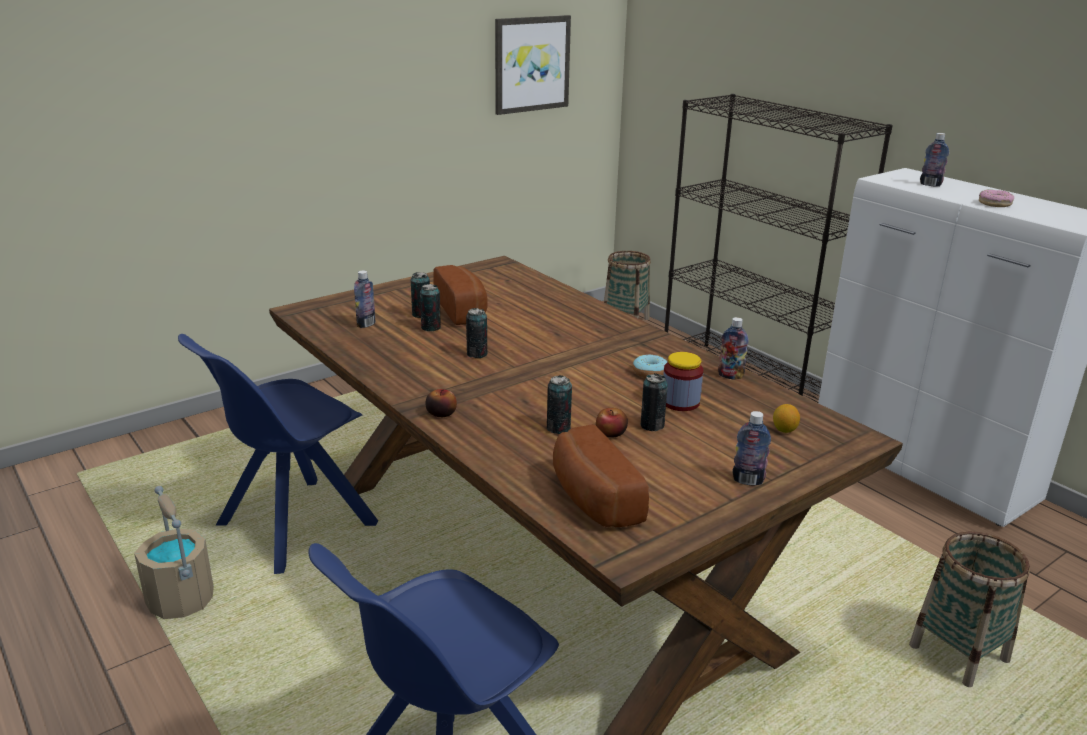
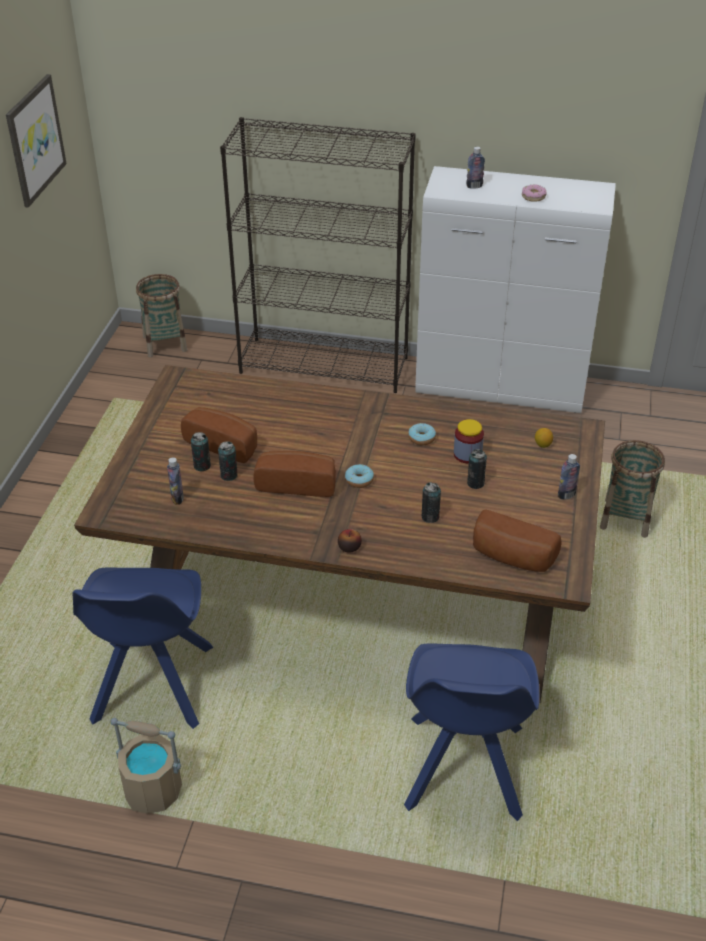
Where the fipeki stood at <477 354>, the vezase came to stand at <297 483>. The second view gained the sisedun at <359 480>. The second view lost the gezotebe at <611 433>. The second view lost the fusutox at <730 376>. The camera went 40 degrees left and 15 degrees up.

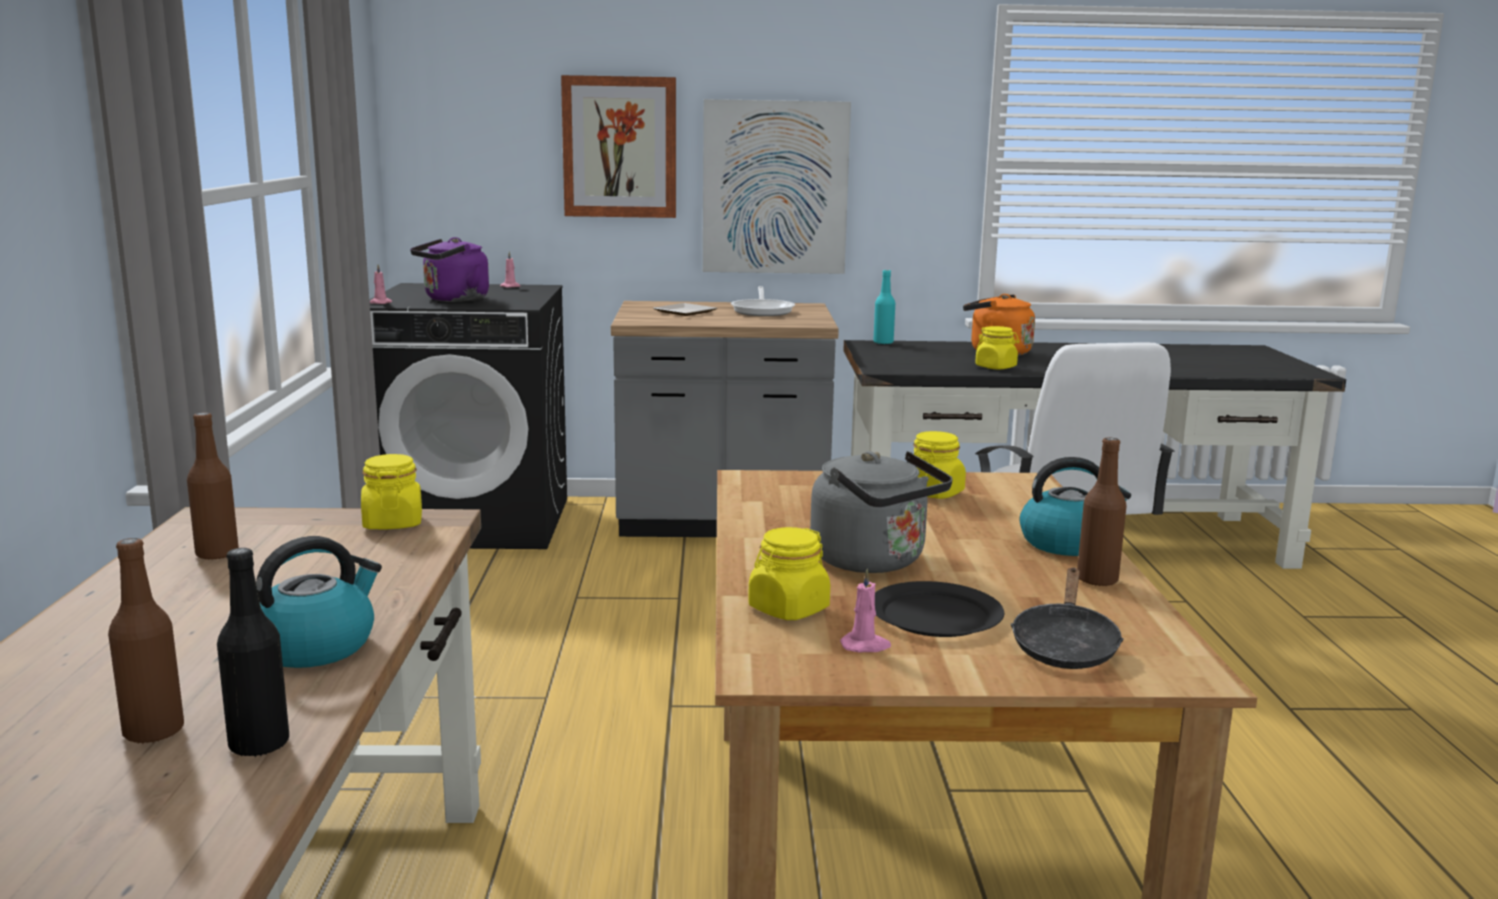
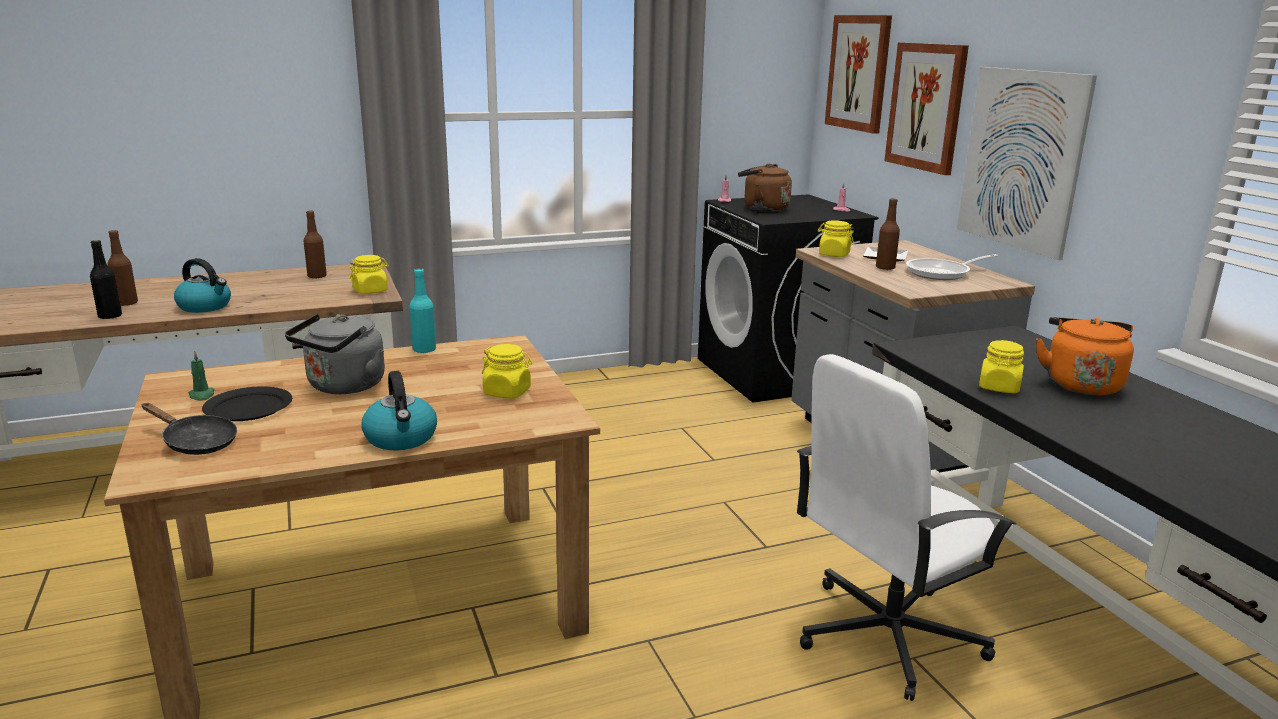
The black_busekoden at <1064 646> ended up facing another way, 150 degrees counterclockwise from before. What was the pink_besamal at <865 646> turned into the green_besamal at <202 395>. The turquoise_fusutox ended up elsewhere, having gone from <883 342> to <424 350>. What was the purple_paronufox at <453 300> turned into the brown_paronufox at <762 208>. The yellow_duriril ended up elsewhere, having gone from <788 609> to <834 254>. The second view gained the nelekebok at <858 73>. The brown_fusutox ended up elsewhere, having gone from <1097 580> to <885 268>. The camera went 70 degrees right and 5 degrees up.

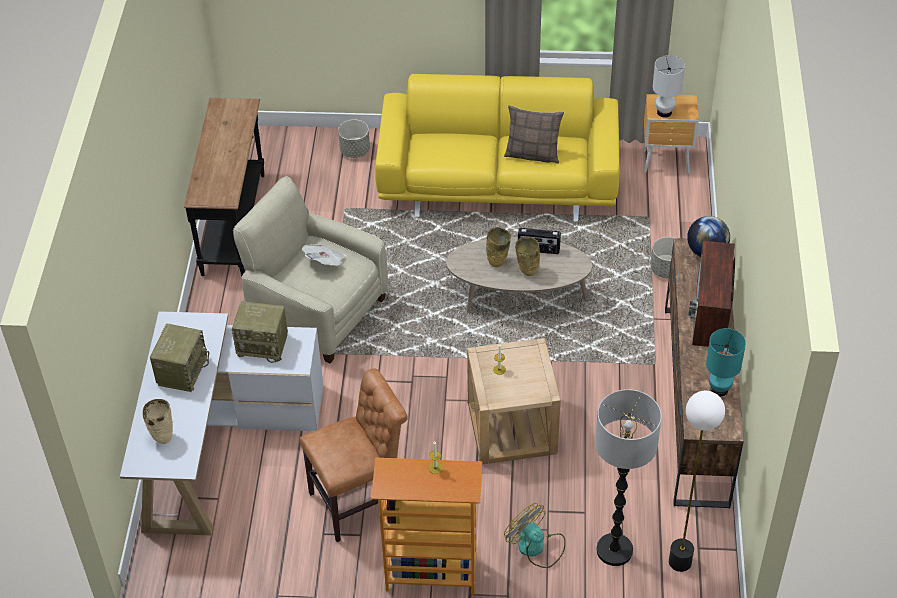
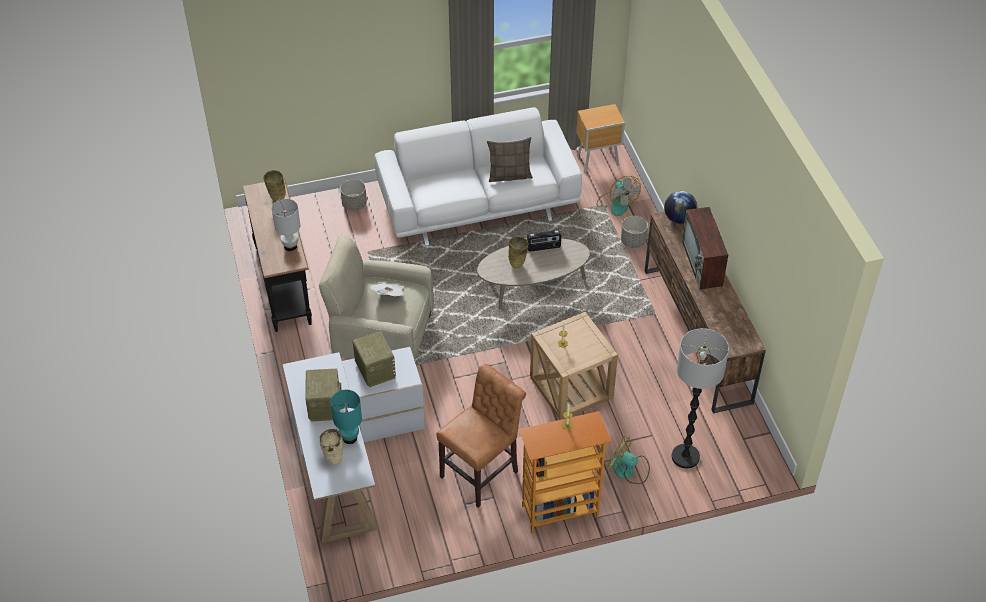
The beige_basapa ended up elsewhere, having gone from <527 272> to <277 199>. The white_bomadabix ended up elsewhere, having gone from <664 112> to <290 246>. The turquoise_bomadabix ended up elsewhere, having gone from <719 389> to <349 438>. The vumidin at <263 345> ended up facing another way, 105 degrees counterclockwise from before. What was the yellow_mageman at <499 181> turned into the white_mageman at <478 203>. The second view gained the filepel at <616 203>. The second view lost the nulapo at <680 561>. The camera went 20 degrees left and 0 degrees up.

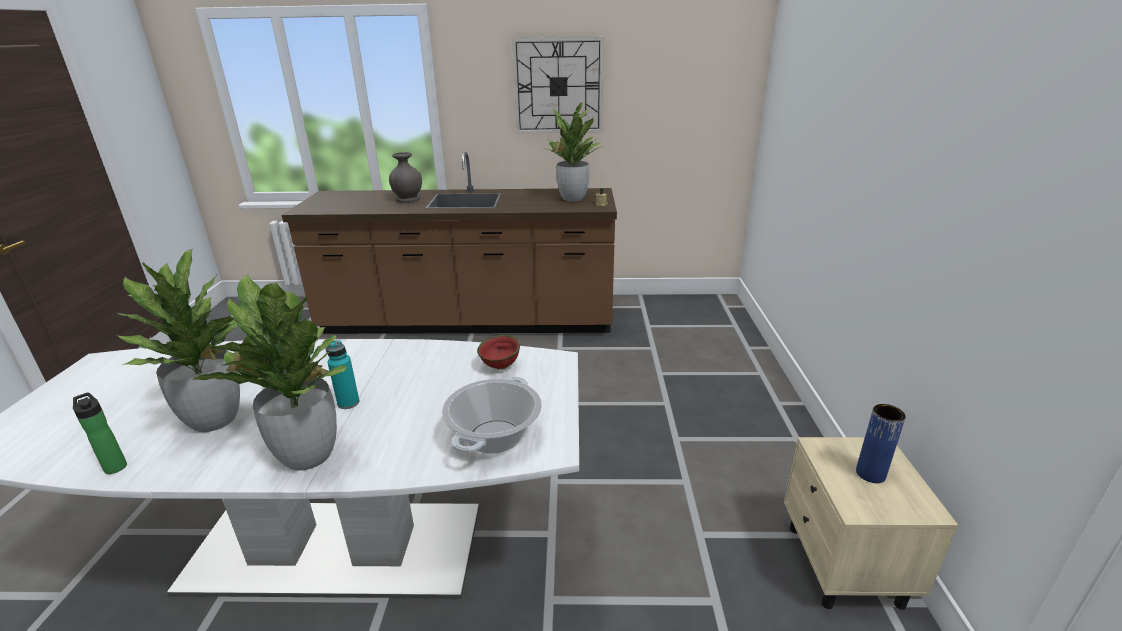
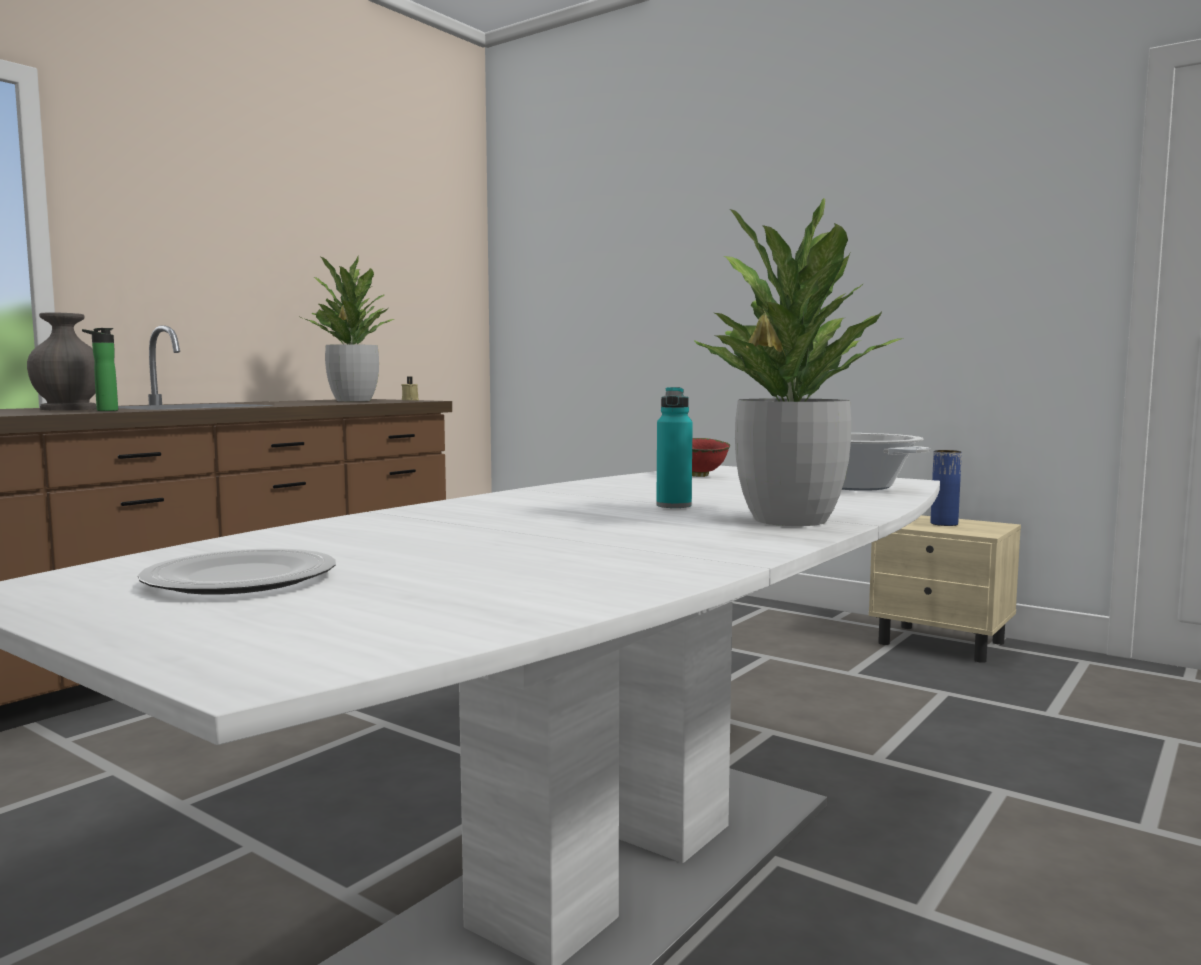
The fusutox ended up elsewhere, having gone from <115 466> to <104 410>. The second view gained the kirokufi at <242 579>. The second view lost the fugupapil at <214 419>. The second view lost the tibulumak at <558 86>. The camera went 55 degrees left and 20 degrees down.

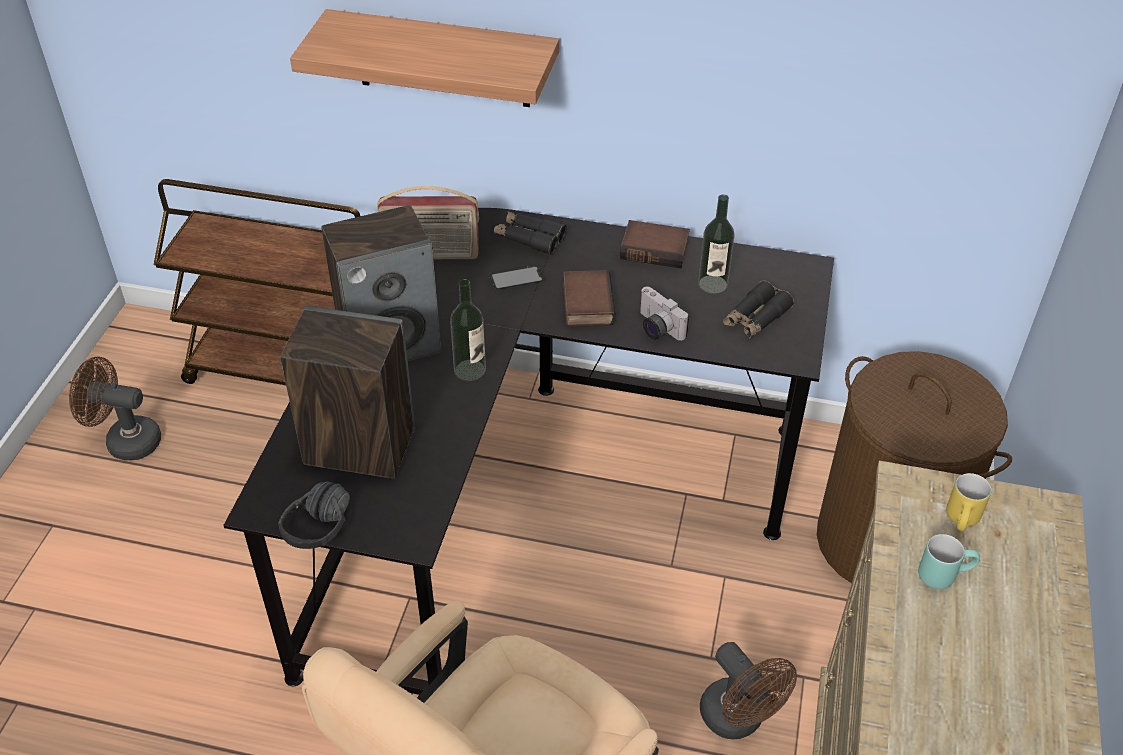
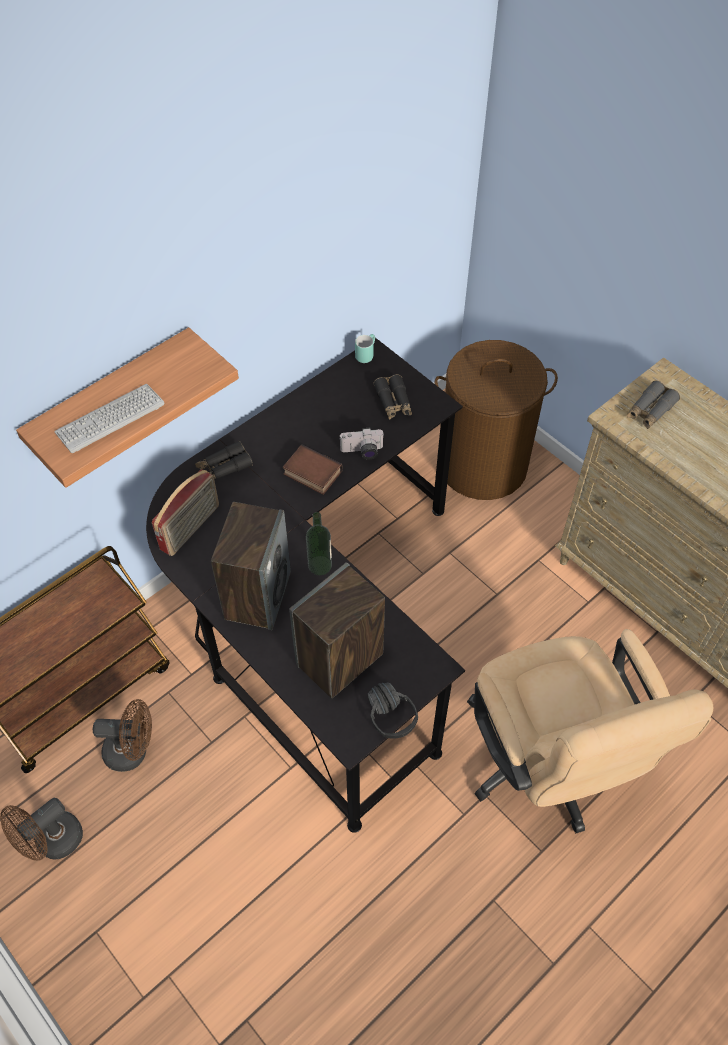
The second view gained the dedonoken at <110 419>. The brown_filepel ended up elsewhere, having gone from <738 720> to <133 751>. The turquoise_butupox ended up elsewhere, having gone from <943 573> to <365 354>. Where the yellow_butupox stood at <963 521>, the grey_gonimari came to stand at <650 410>. The second view lost the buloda at <516 278>. The second view lost the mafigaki at <655 249>. The second view lost the fusutox at <712 284>. The camera went 55 degrees left and 10 degrees up.

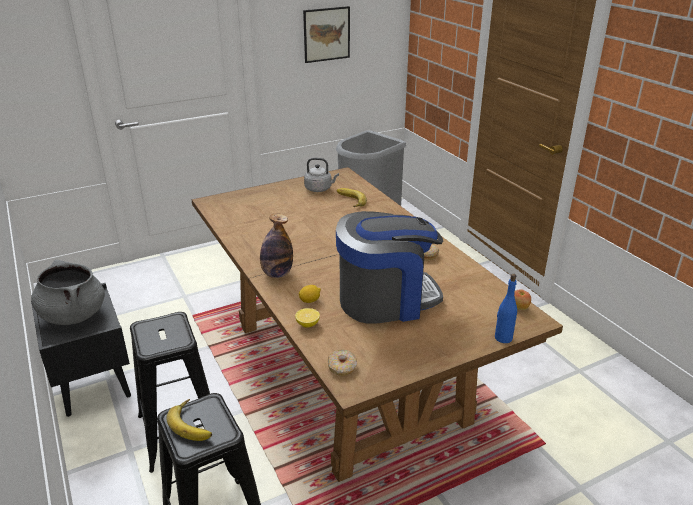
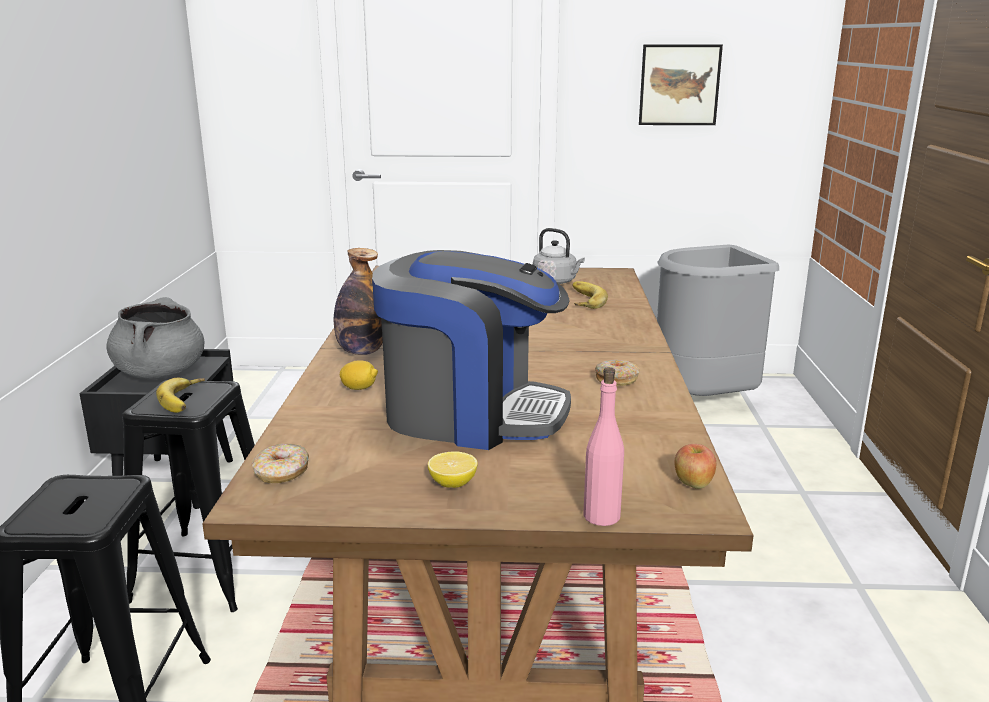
The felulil ended up elsewhere, having gone from <193 423> to <186 399>. The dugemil ended up elsewhere, having gone from <307 324> to <453 484>. What was the blue_fusutox at <503 338> turned into the pink_fusutox at <601 516>. The camera went 30 degrees right and 10 degrees down.

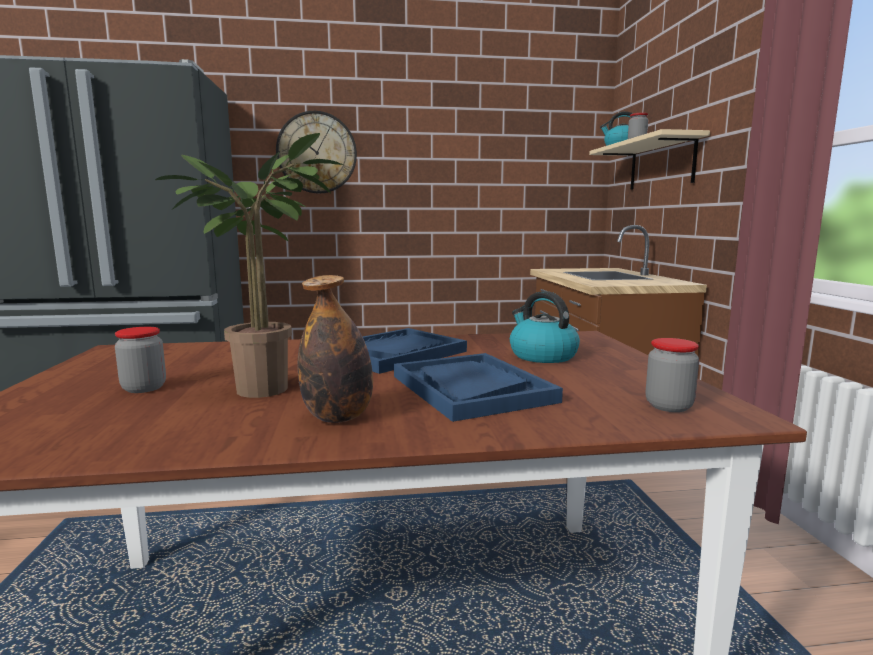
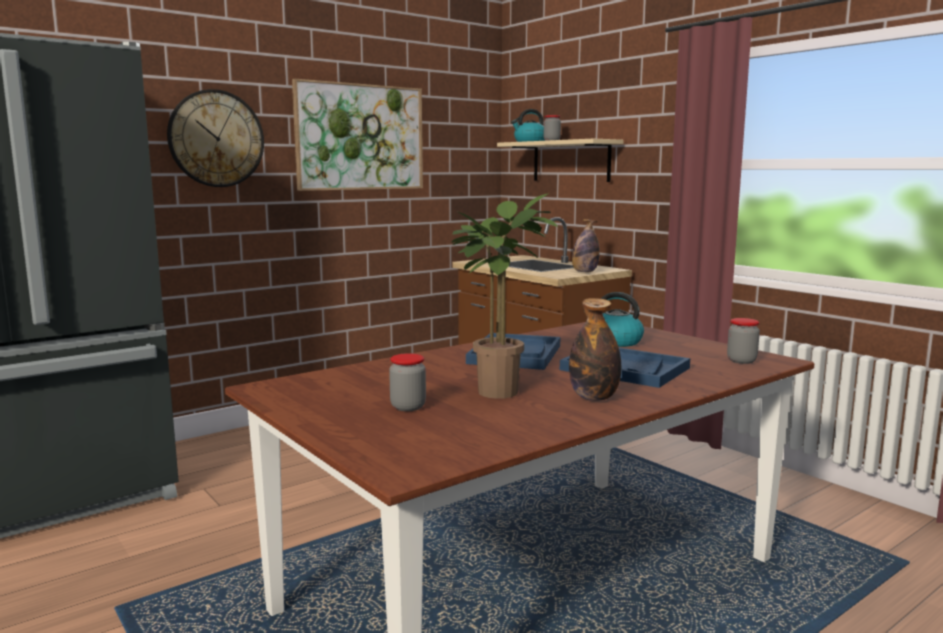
The second view gained the nelekebok at <360 137>. The second view gained the fusutox at <584 272>. The camera went 30 degrees left and 0 degrees up.

